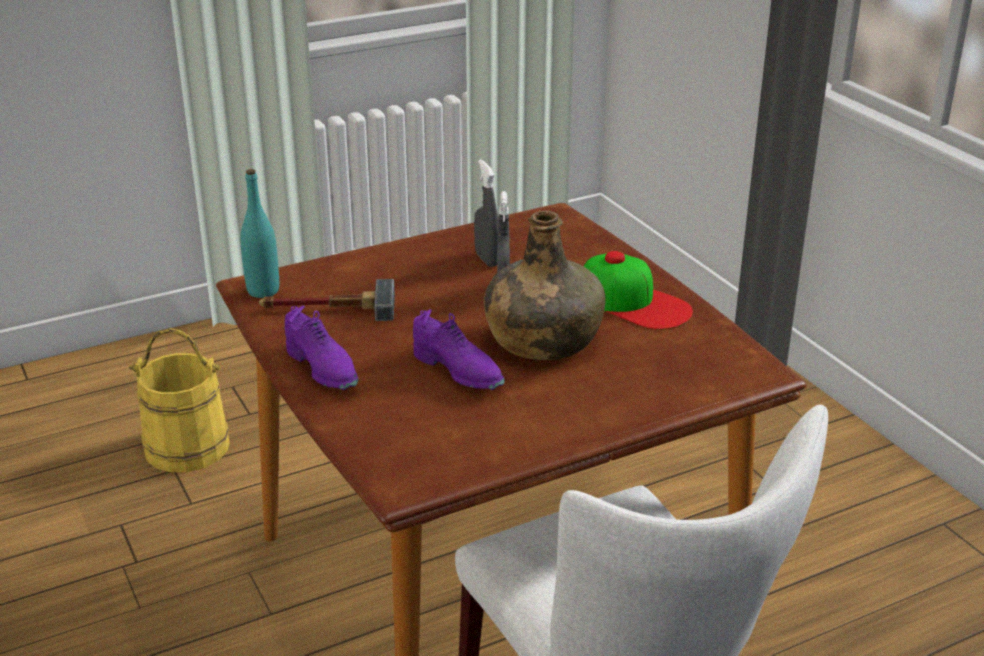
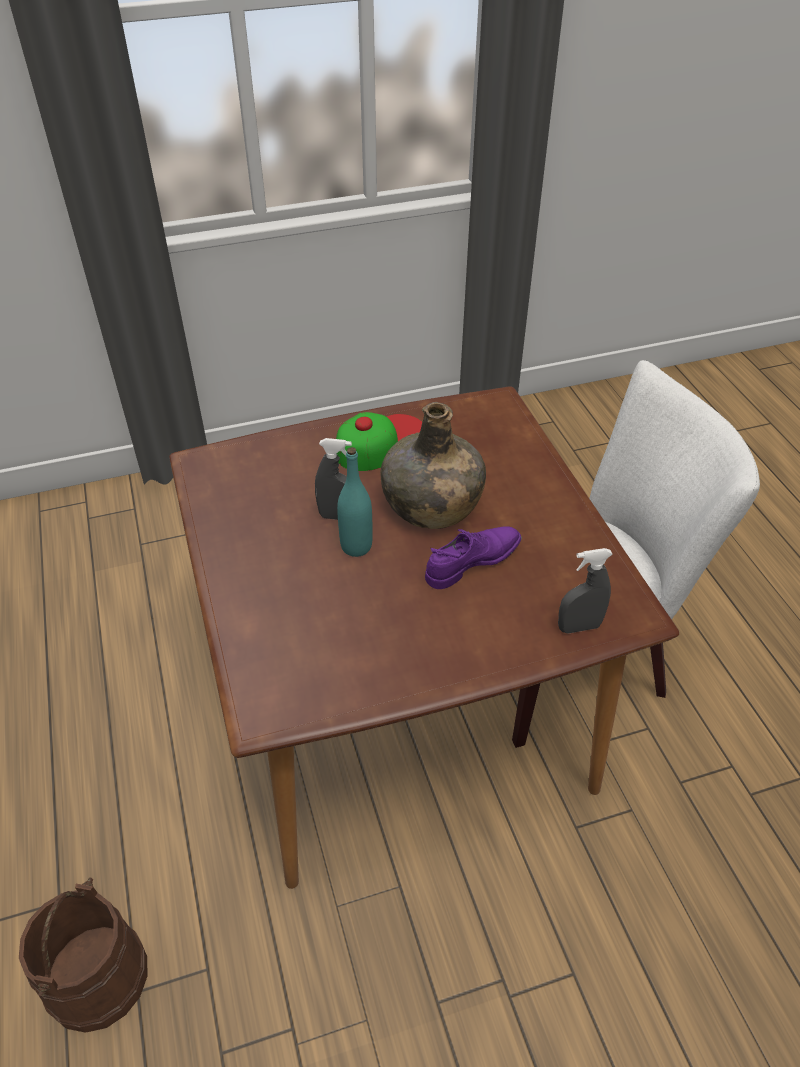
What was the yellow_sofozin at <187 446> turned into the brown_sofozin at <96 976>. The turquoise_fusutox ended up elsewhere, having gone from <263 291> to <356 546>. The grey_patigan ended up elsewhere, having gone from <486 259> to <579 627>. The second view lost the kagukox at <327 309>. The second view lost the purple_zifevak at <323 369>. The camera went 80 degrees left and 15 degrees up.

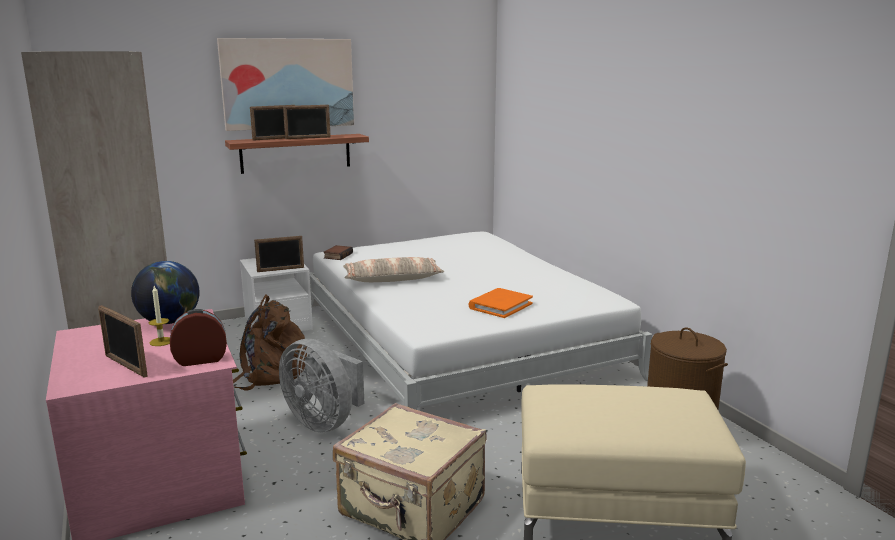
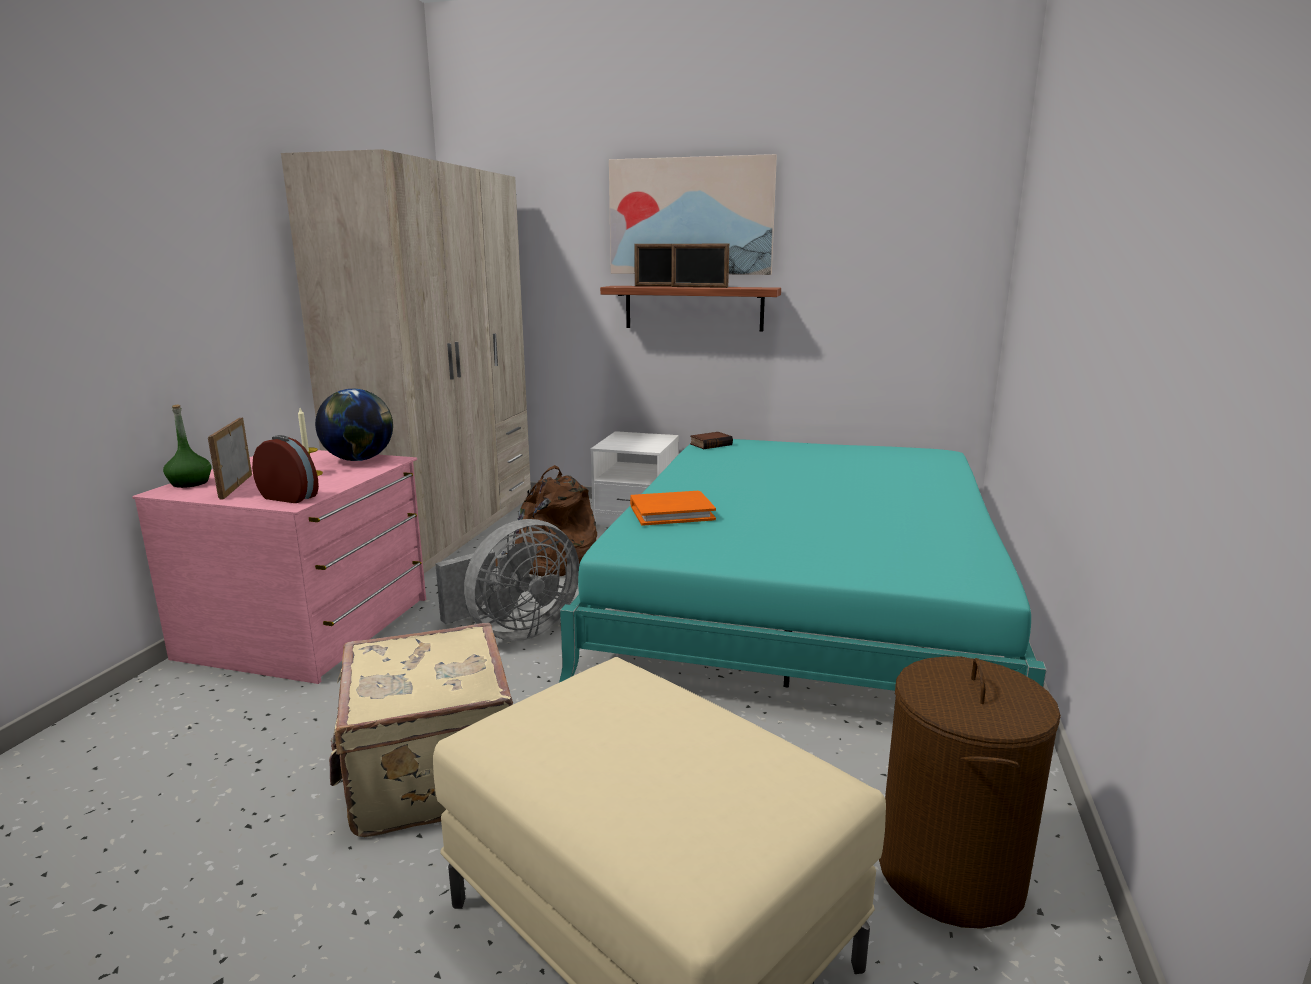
The second view gained the green_fusutox at <190 483>. The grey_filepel at <324 422> ended up facing another way, 120 degrees counterclockwise from before. What was the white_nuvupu at <457 341> turned into the turquoise_nuvupu at <804 593>. The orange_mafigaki ended up elsewhere, having gone from <500 306> to <671 512>. The second view lost the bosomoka at <280 269>. The second view lost the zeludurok at <392 279>. The camera went 40 degrees right and 0 degrees up.

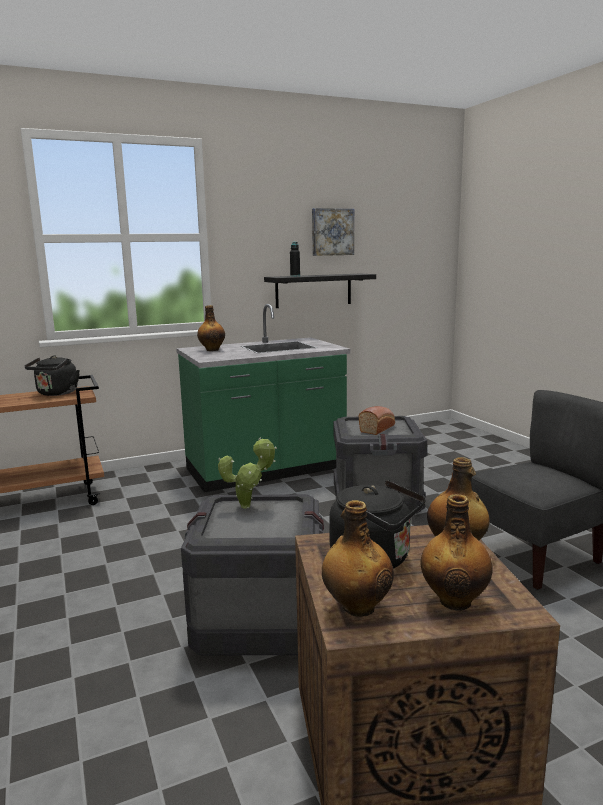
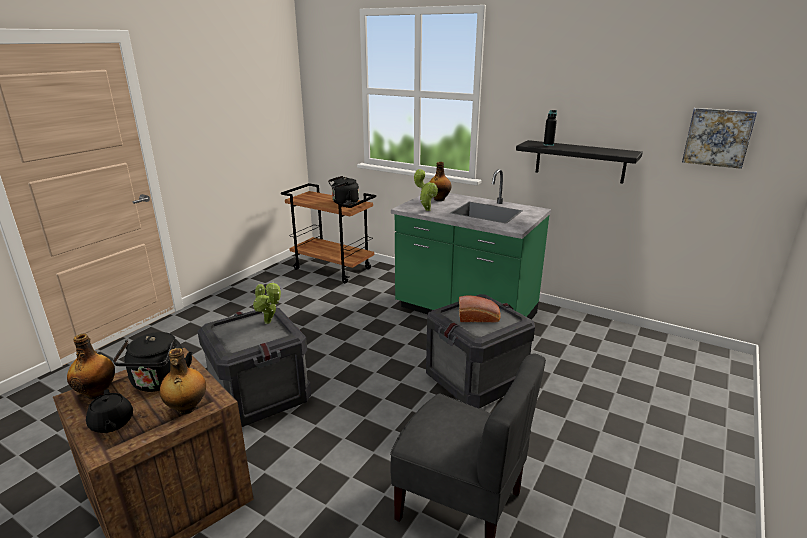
Where the fusutox stood at <454 600>, the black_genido came to stand at <112 423>. The second view gained the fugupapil at <426 209>. The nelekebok ended up elsewhere, having gone from <332 232> to <718 137>. The camera went 55 degrees right and 10 degrees up.

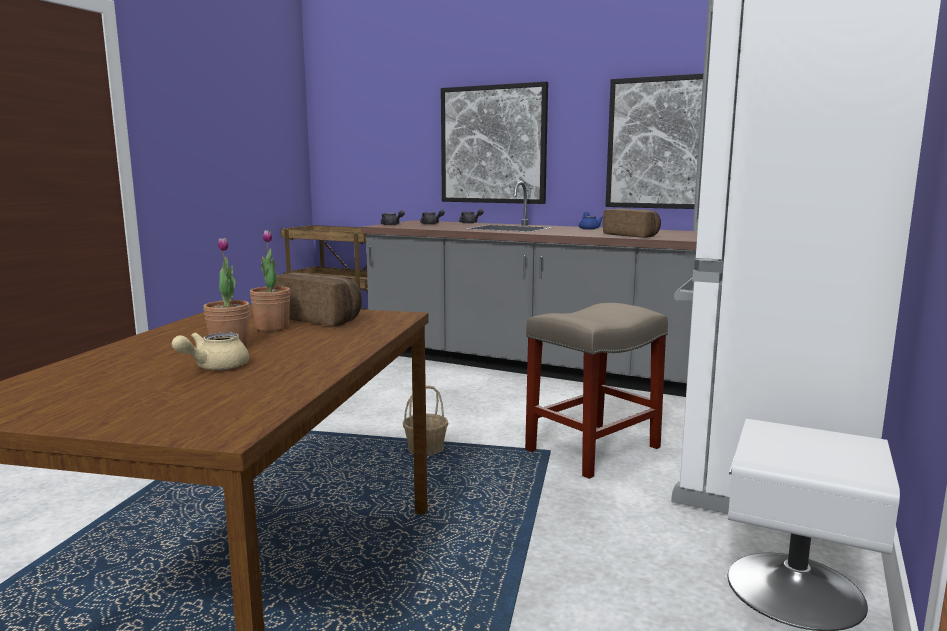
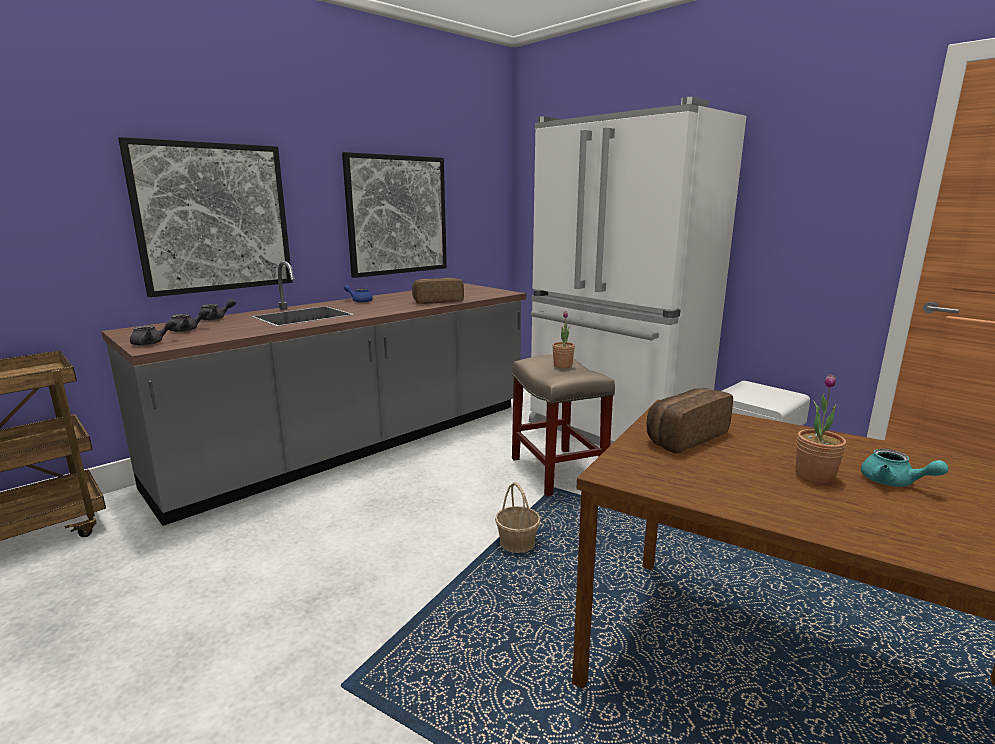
The fugupapil ended up elsewhere, having gone from <272 327> to <562 366>. What was the beige_genido at <214 367> turned into the turquoise_genido at <894 482>. The camera went 70 degrees left and 5 degrees up.

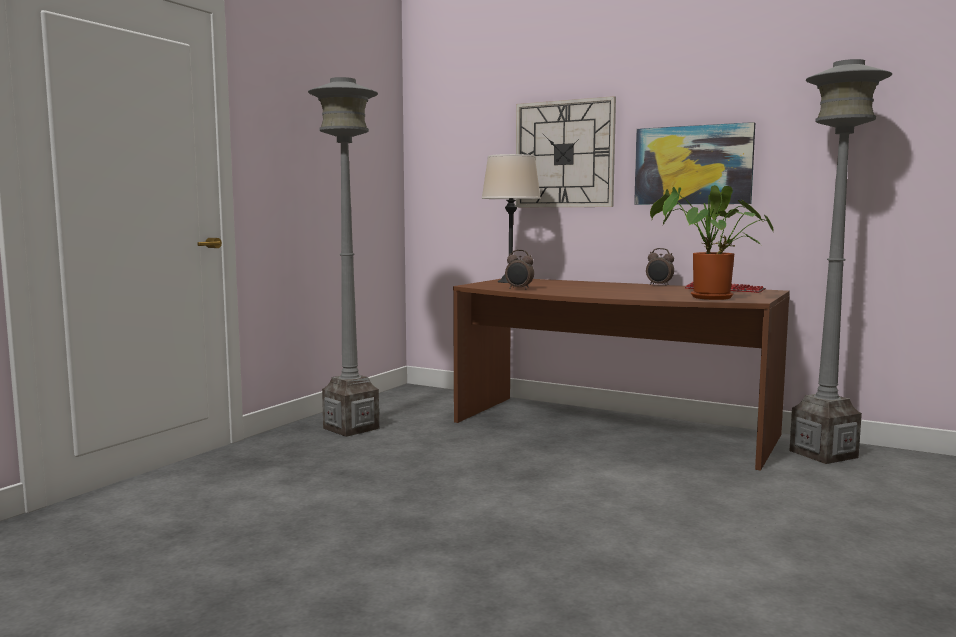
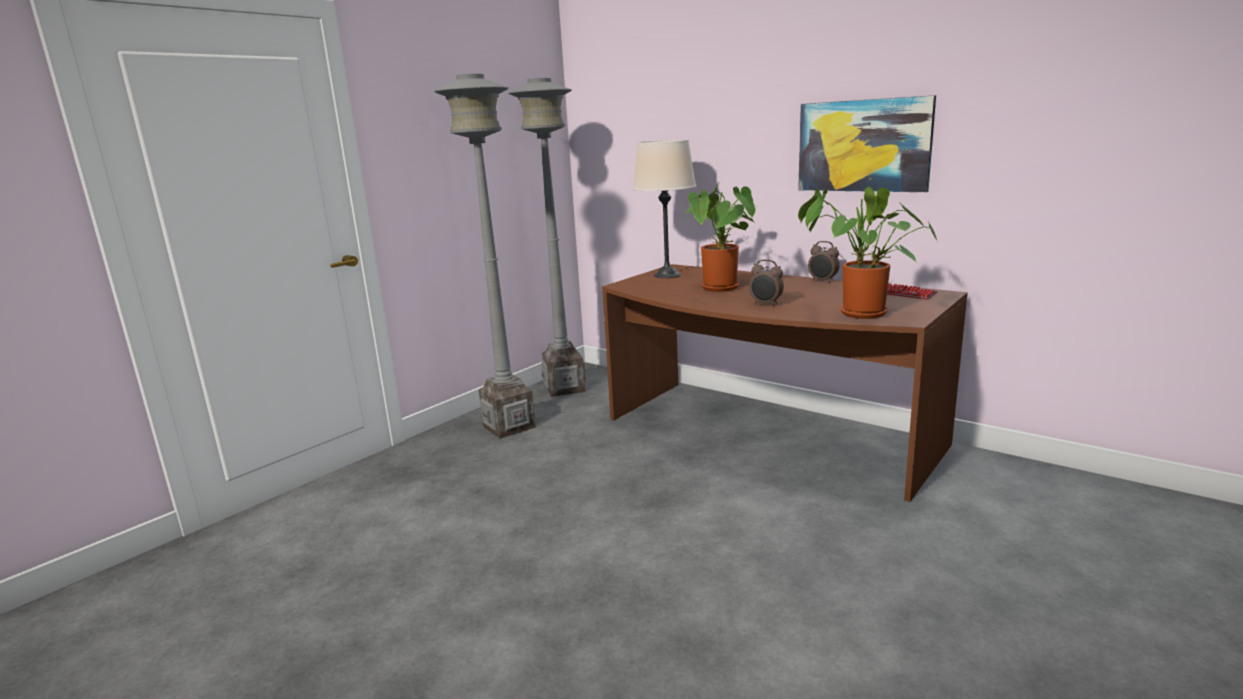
The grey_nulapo ended up elsewhere, having gone from <823 454> to <564 388>. The second view gained the fugupapil at <722 288>. The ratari ended up elsewhere, having gone from <519 289> to <765 304>. The second view lost the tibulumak at <564 154>. The camera went 10 degrees right and 10 degrees up.

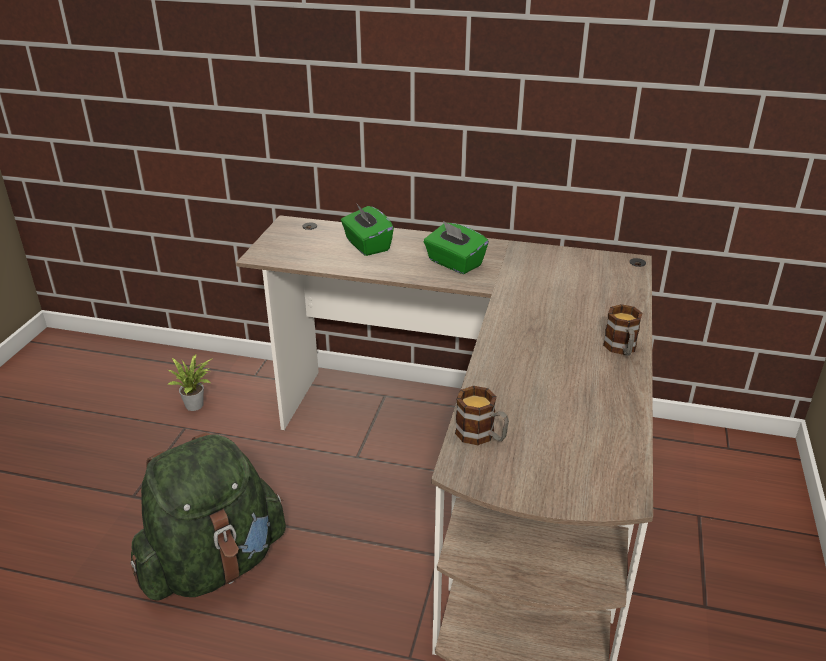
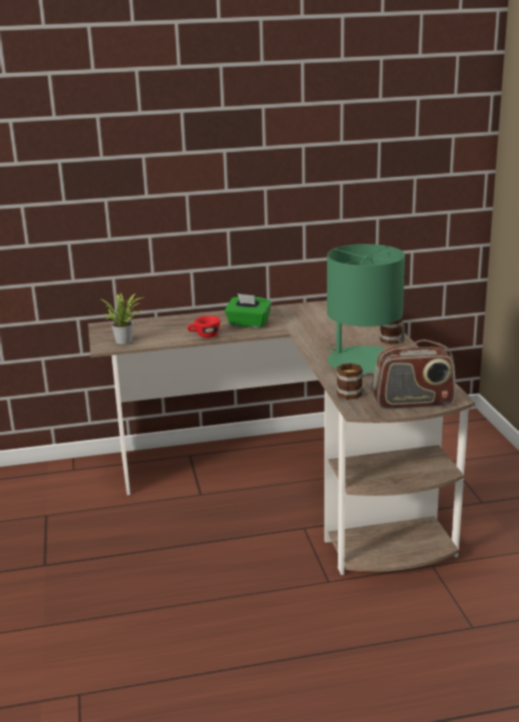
The fugupapil ended up elsewhere, having gone from <197 405> to <126 340>. The second view gained the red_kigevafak at <204 336>. The second view gained the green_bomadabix at <363 362>. The second view gained the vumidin at <413 403>. The second view lost the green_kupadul at <215 564>. The second view lost the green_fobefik at <367 245>. The camera went 25 degrees left and 10 degrees down.

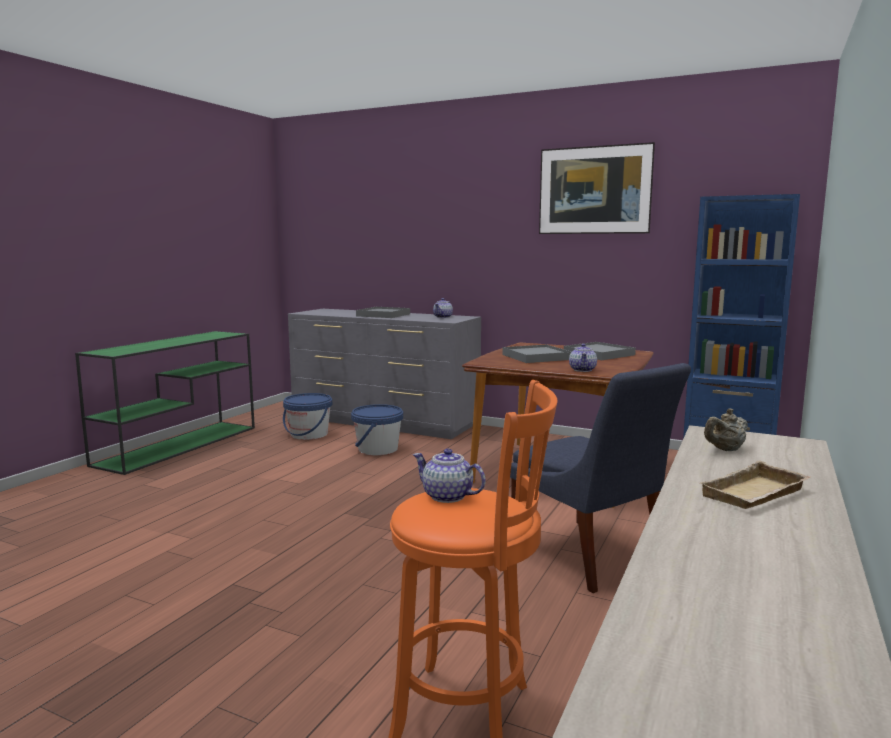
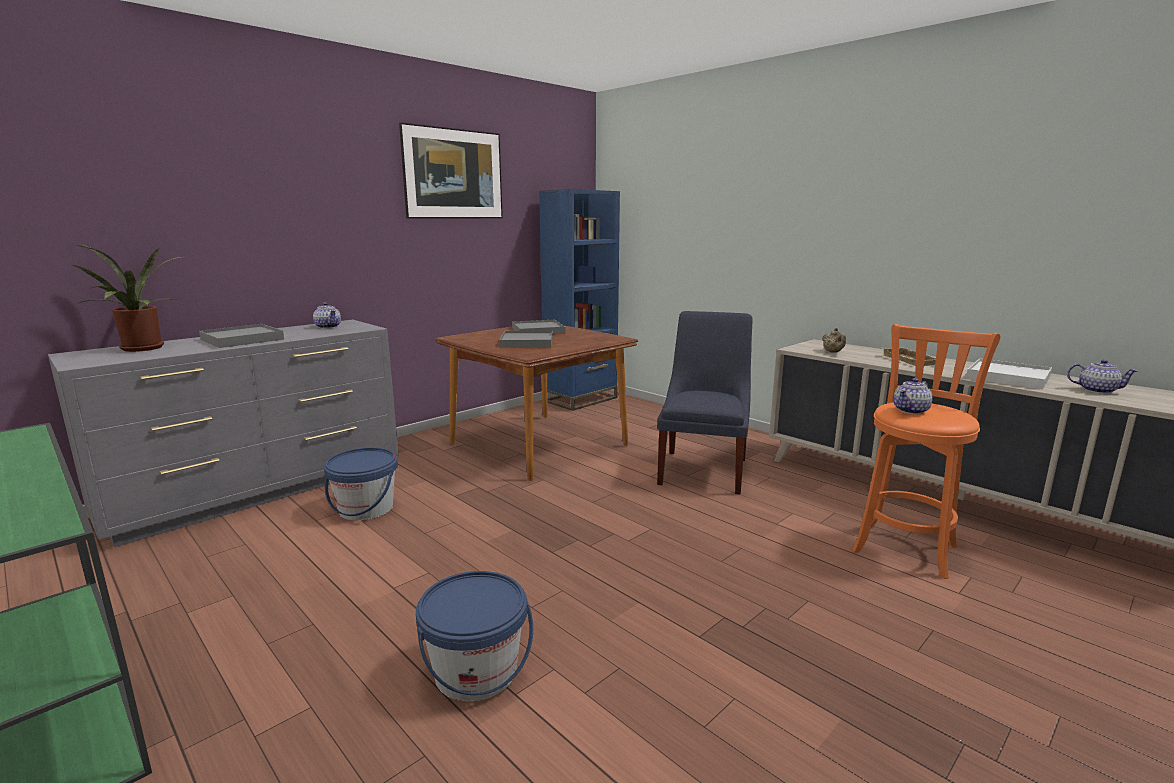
The second view gained the fugupapil at <141 349>. The blue_sofozin ended up elsewhere, having gone from <309 434> to <476 671>. The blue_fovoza at <591 556> ended up facing another way, 60 degrees counterclockwise from before. The second view gained the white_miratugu at <1008 377>. The genido ended up elsewhere, having gone from <583 370> to <1096 390>. The camera went 70 degrees left and 5 degrees up.

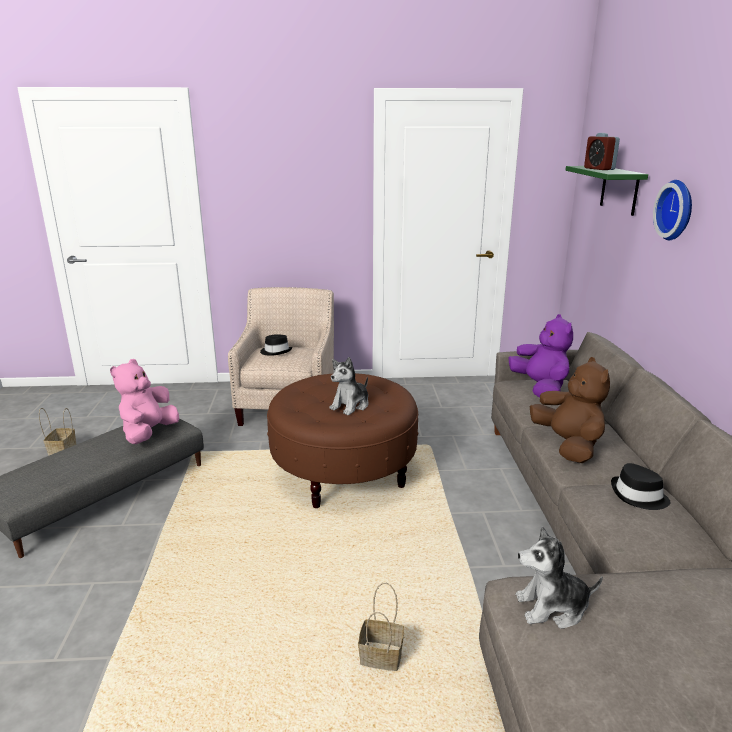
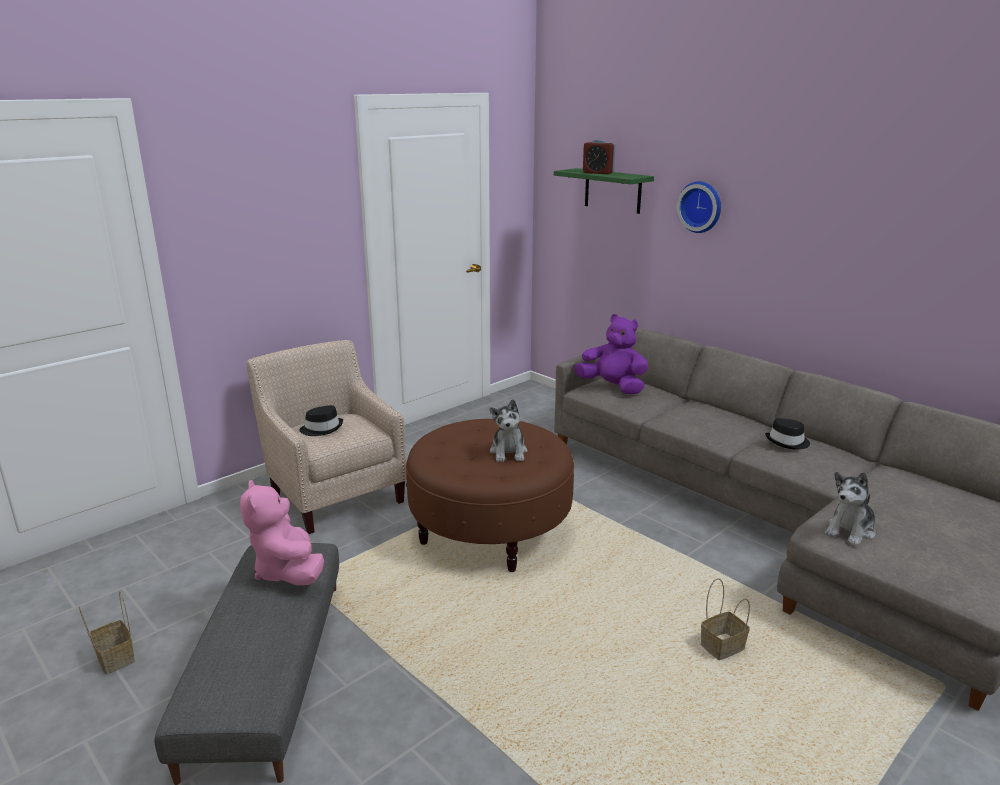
The second view lost the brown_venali at <568 445>. The camera went 40 degrees left and 0 degrees up.

